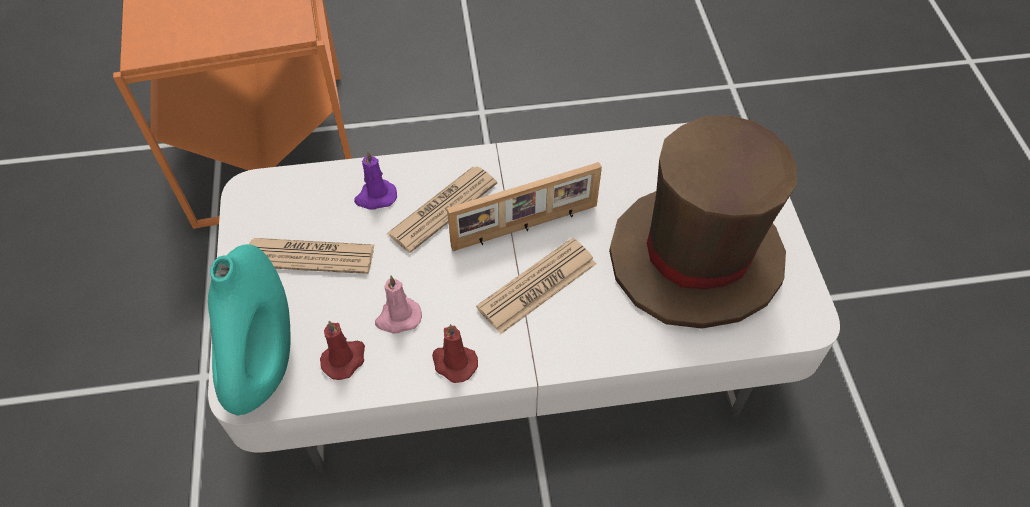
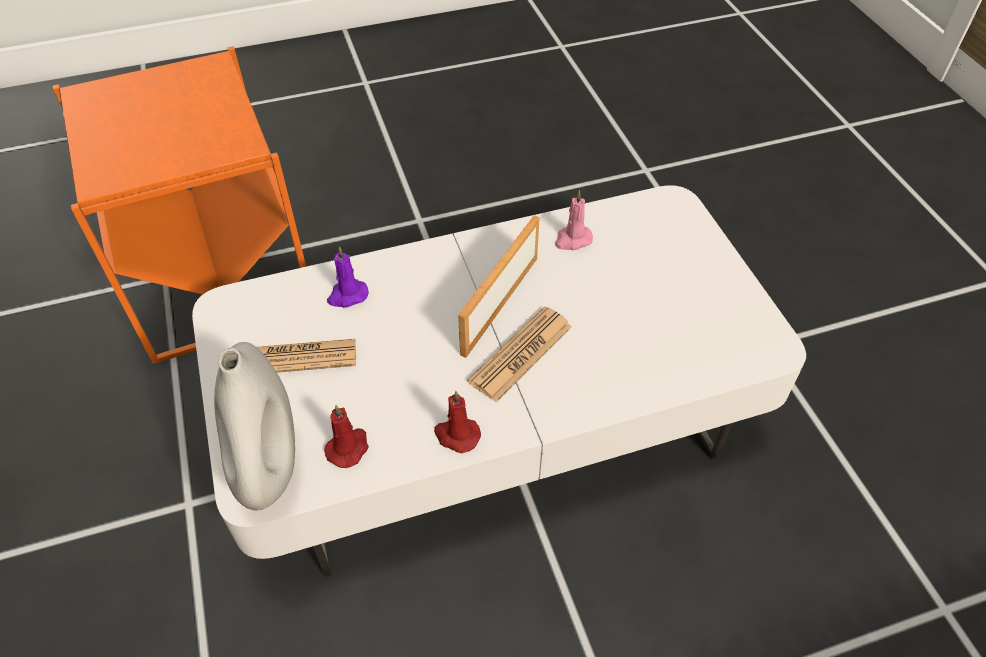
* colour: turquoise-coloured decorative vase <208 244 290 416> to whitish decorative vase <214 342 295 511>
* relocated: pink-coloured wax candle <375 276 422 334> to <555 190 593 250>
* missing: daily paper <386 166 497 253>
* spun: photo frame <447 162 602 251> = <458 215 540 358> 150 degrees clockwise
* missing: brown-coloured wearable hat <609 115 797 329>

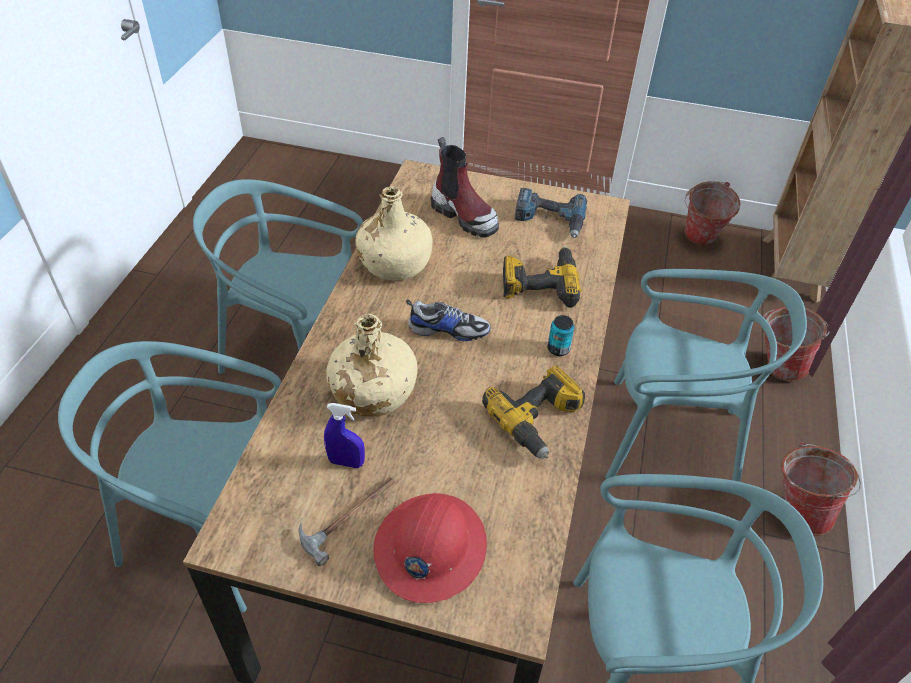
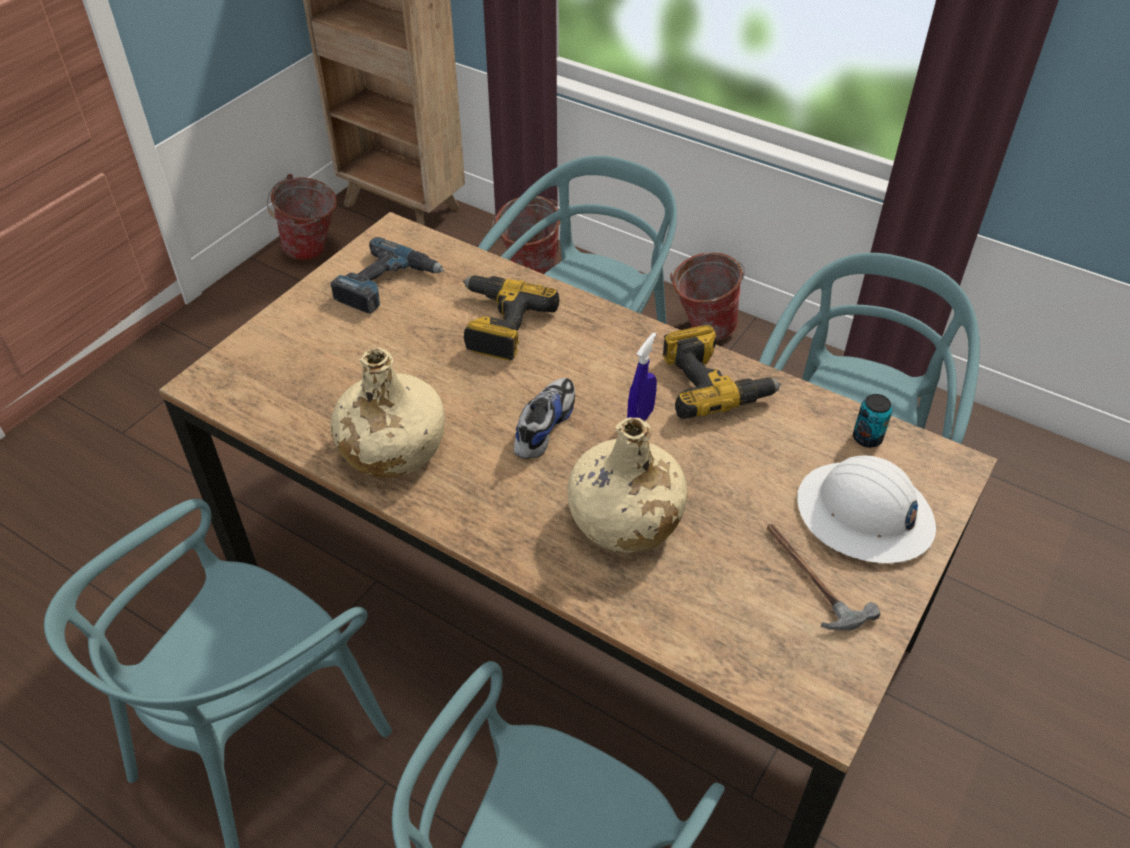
* relocated: blue-coloured sprayer <324 403 365 468> to <627 332 657 421>
* colour: red hard hat <374 493 487 603> to whitish hard hat <797 455 936 563>
* missing: boot <431 137 499 238>
* relocated: metal can <547 315 574 356> to <853 394 892 448>

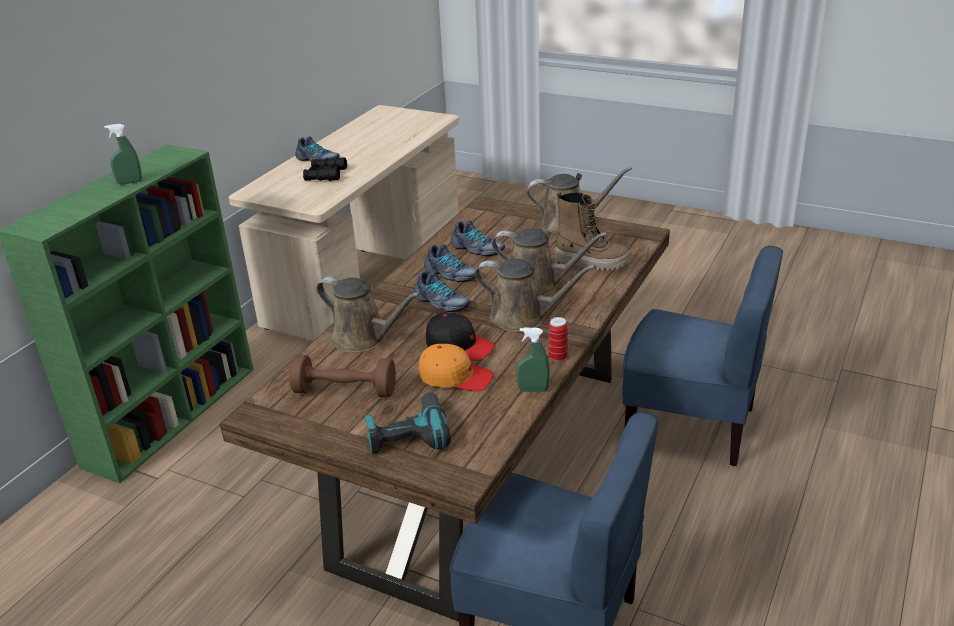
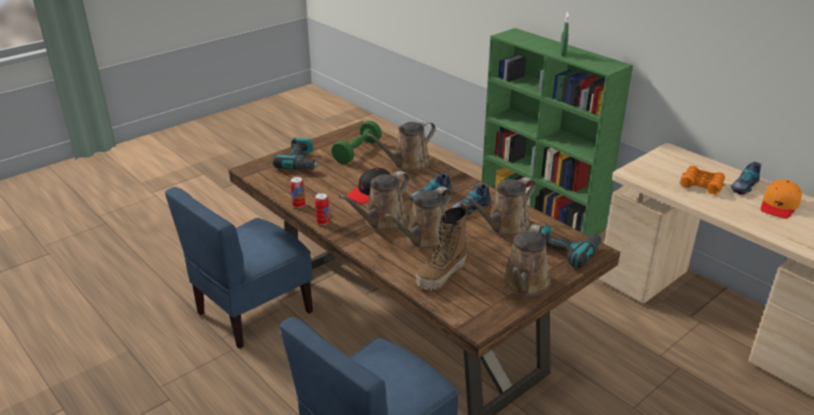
* colour: brown-coloured free weight <289 355 396 397> to green free weight <331 121 382 164>
* colour: black pair of binoculars <303 157 347 181> to orange-coloured pair of binoculars <681 166 725 195>
* relocated: orange-coloured cap <419 344 493 391> to <761 180 802 219>
* exchanged: low shoe <451 221 505 256> to brown-coloured watering pot <464 177 536 237>
* exchanged: green sprayer <516 328 550 392> to metal can <290 177 305 208>
* appeared: electric drill <541 224 602 268>

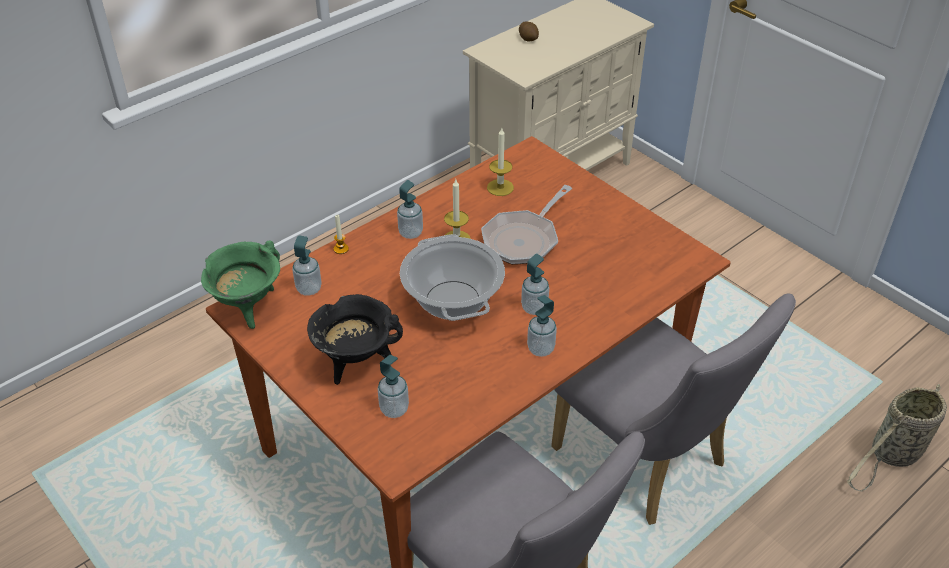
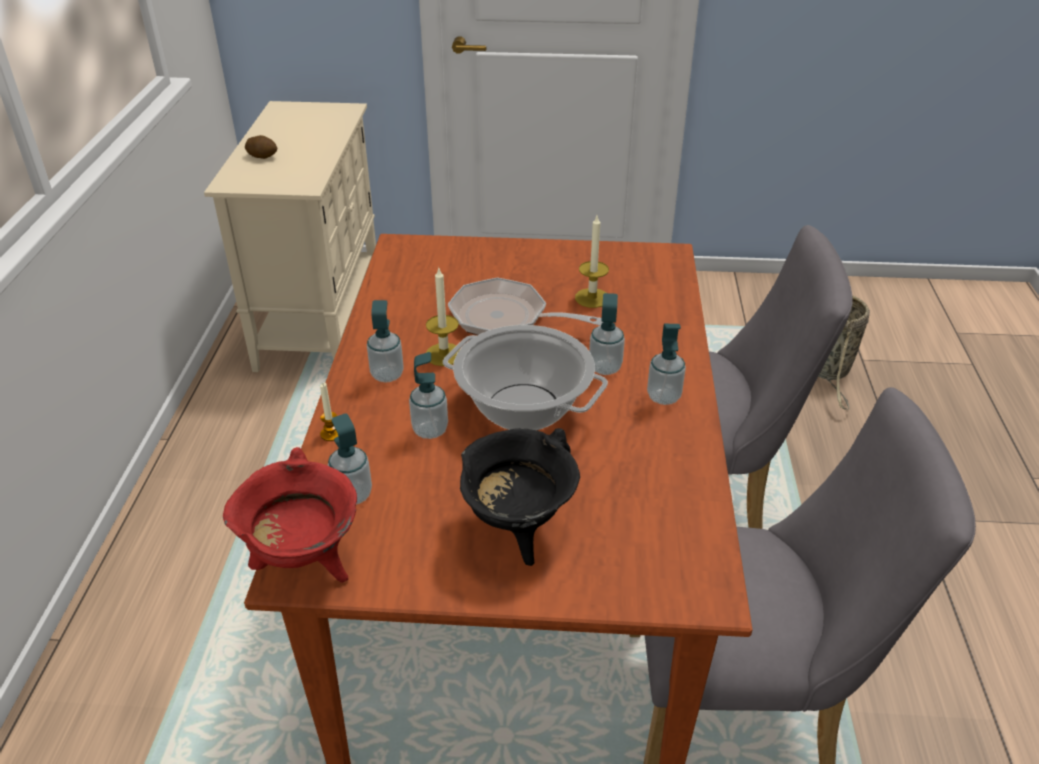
* colour: green saucepot <201 241 280 329> to red saucepot <223 447 357 583>
* relocated: soap dispenser <377 355 409 418> to <409 352 448 439>
* spun: frying pan <481 185 572 265> = <448 277 603 335> 120 degrees clockwise
* relocated: wax candle <487 128 514 196> to <575 216 609 308>

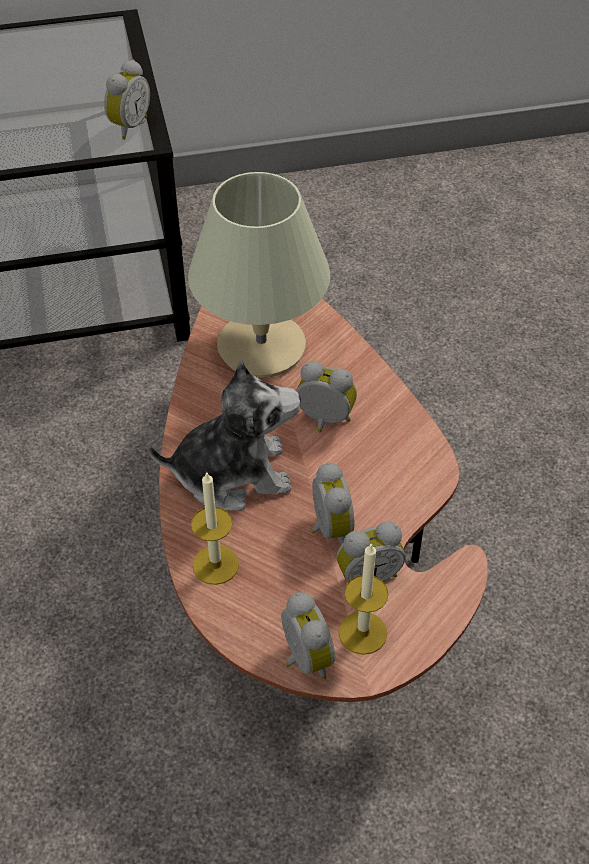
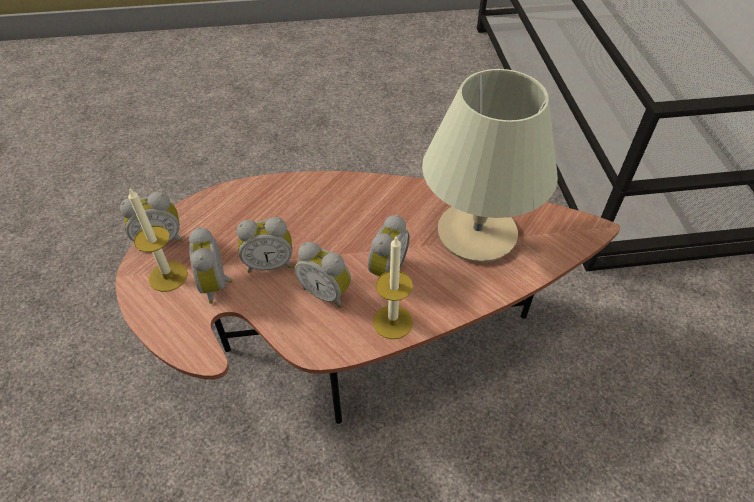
* relocated: table clock <104 60 150 140> to <295 242 351 308>
* missing: cuddly toy <149 360 301 511>
* relocated: wax candle <191 471 239 585> to <373 237 413 339>

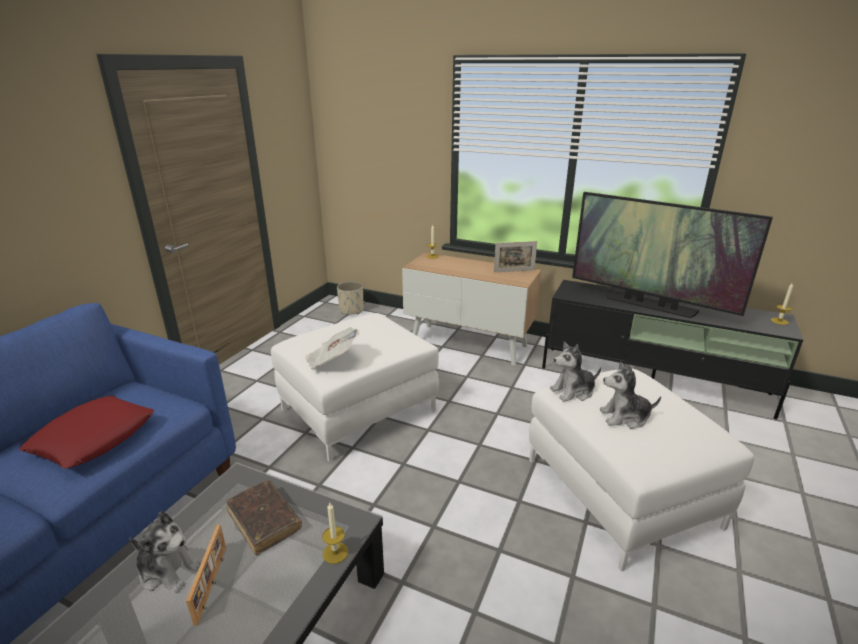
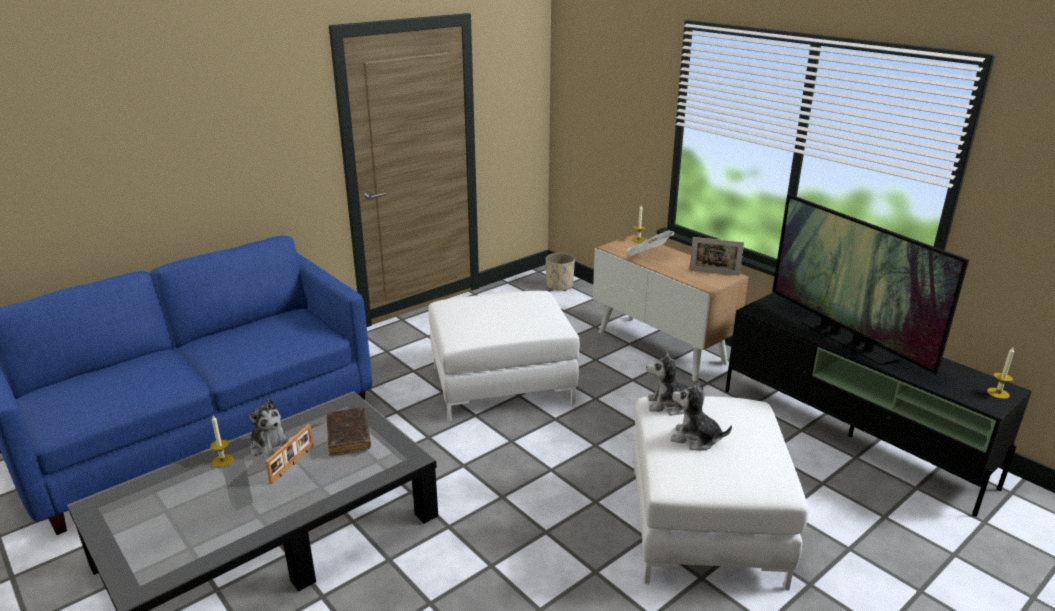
* missing: red throw pillow <19 396 154 469>
* relocated: daily paper <305 327 359 369> to <627 230 674 257>
* relocated: wax candle <322 503 348 564> to <210 416 234 467>

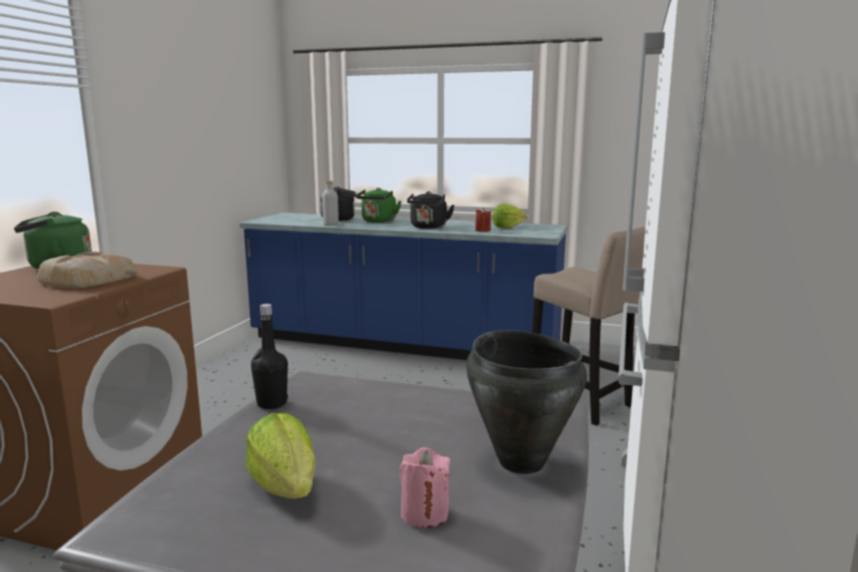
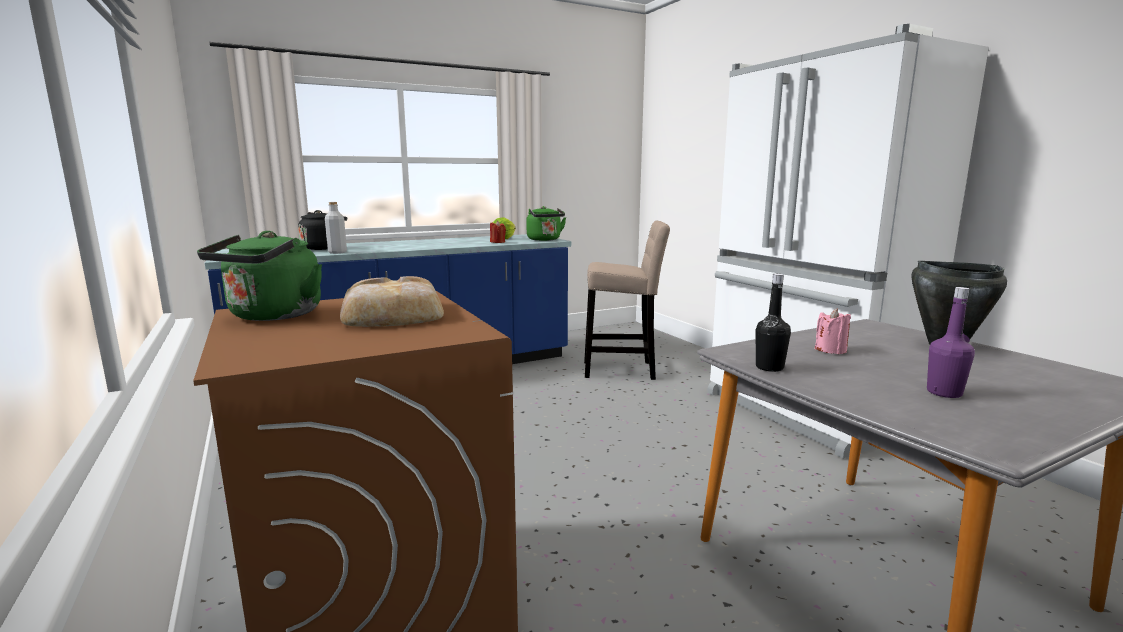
* exchanged: lettuce head <246 413 315 499> to purple-coloured bottle <927 287 975 398>
* relocated: green kettle <356 188 401 223> to <526 206 566 241>
* relocated: pink-coloured wax candle <400 447 451 528> to <815 308 851 354>
* missing: black kettle <407 191 455 229>

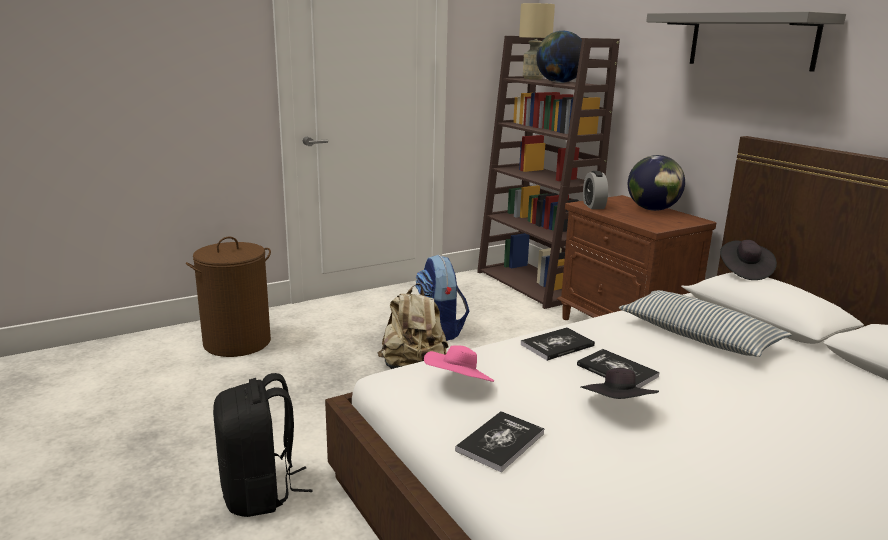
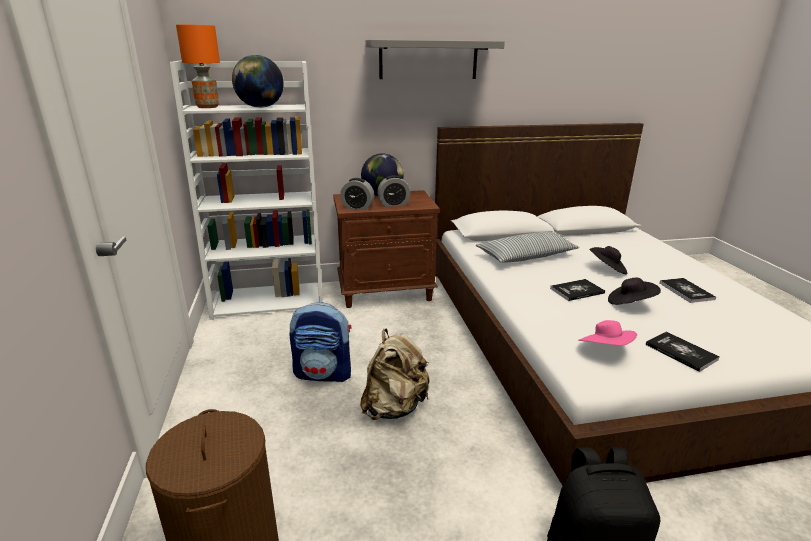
* colour: brown-coloured bookshelf <477 36 620 309> to whitish bookshelf <170 61 323 320>
* colour: beige lamp for a table <519 3 555 80> to orange-coloured lamp for a table <176 25 220 108>
* relocated: bound book <520 327 595 361> to <660 278 716 303>
* relocated: black wearable hat <720 240 777 280> to <589 246 627 274>
* appeared: table clock <377 175 410 207>

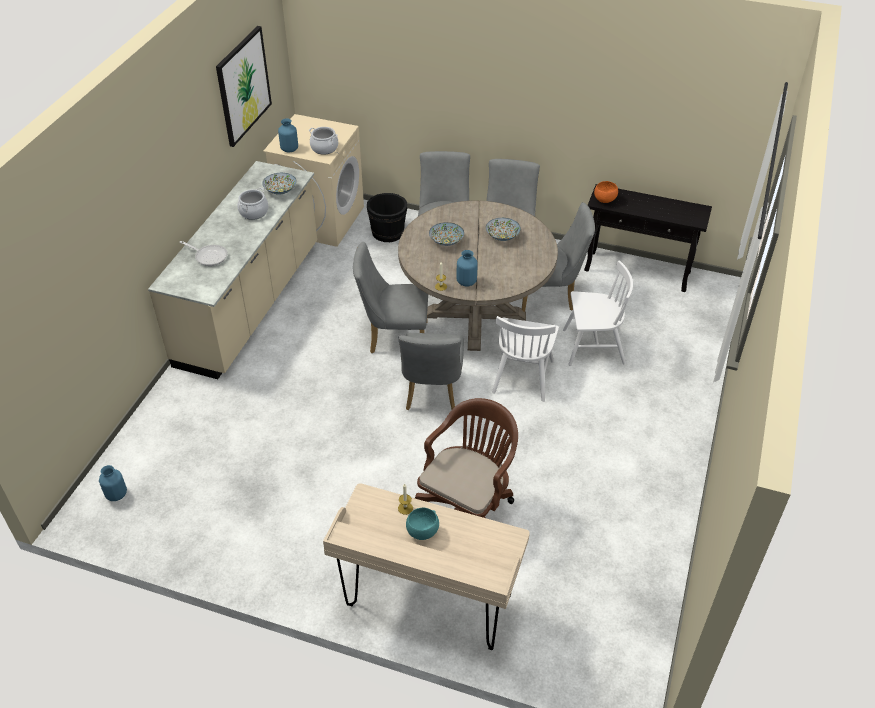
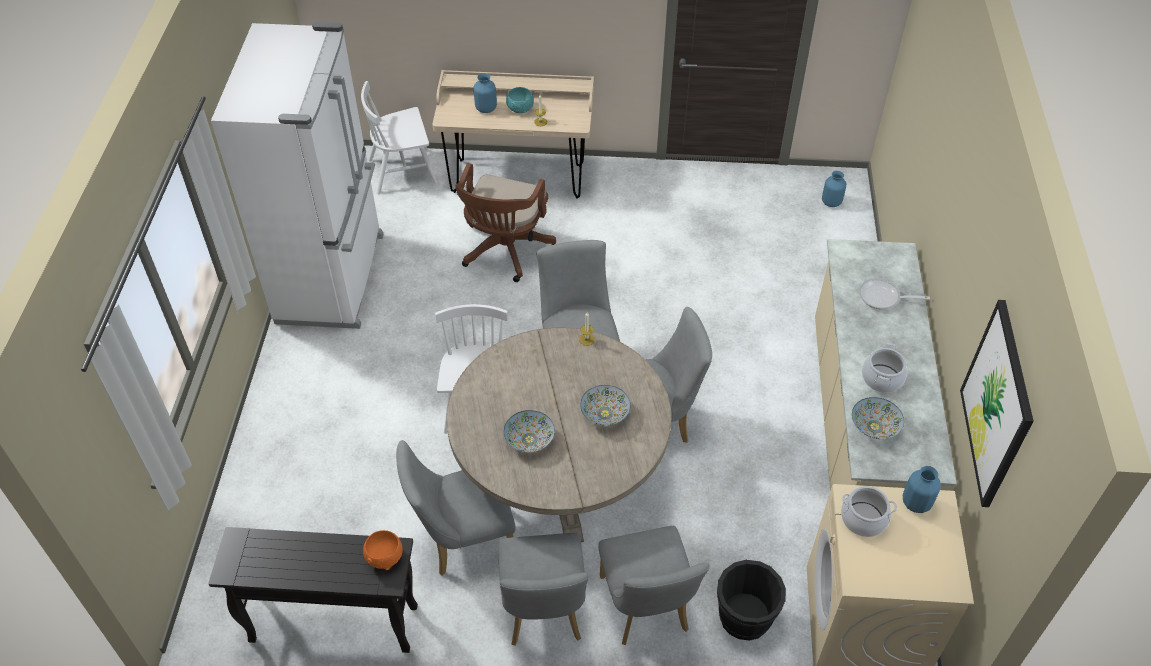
* relocated: blue-coloured decorative vase <457 250 478 286> to <473 73 497 113>
* relocated: whitish upright chair <563 261 633 366> to <361 81 438 194>
* appeared: whitish kitchen fridge <211 22 383 329>

